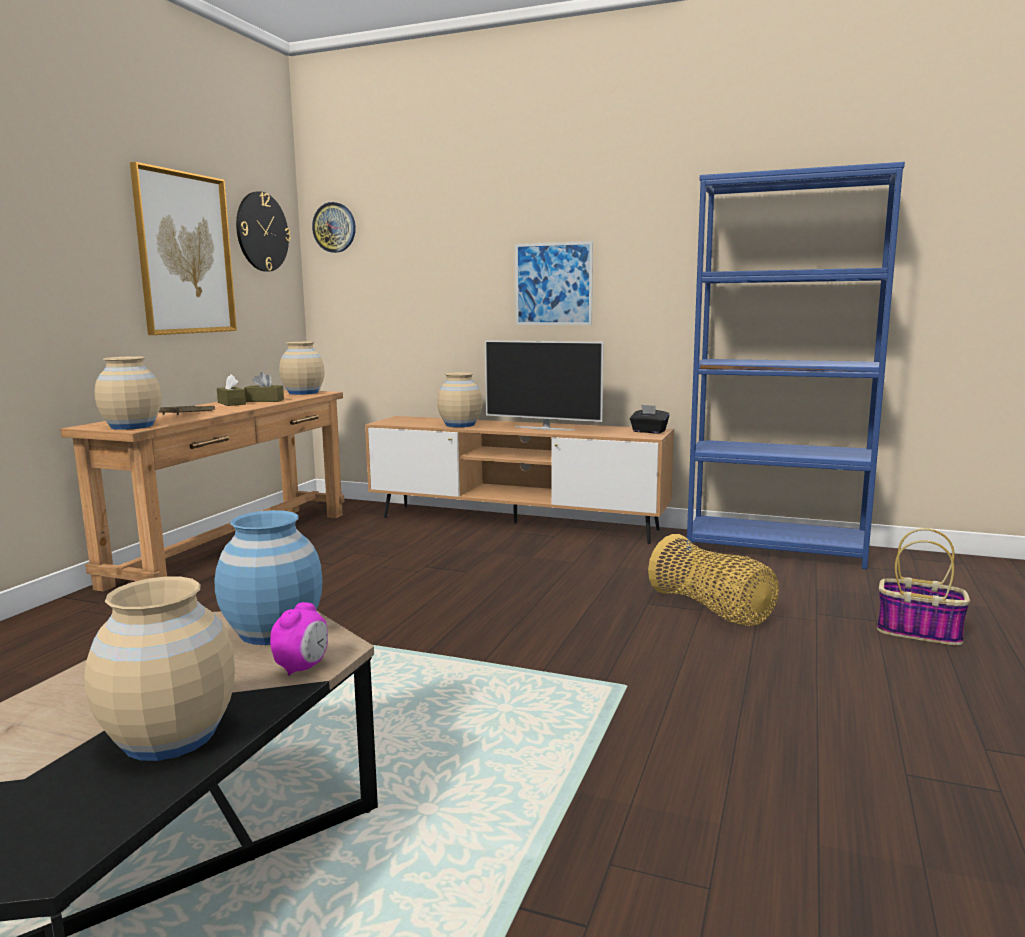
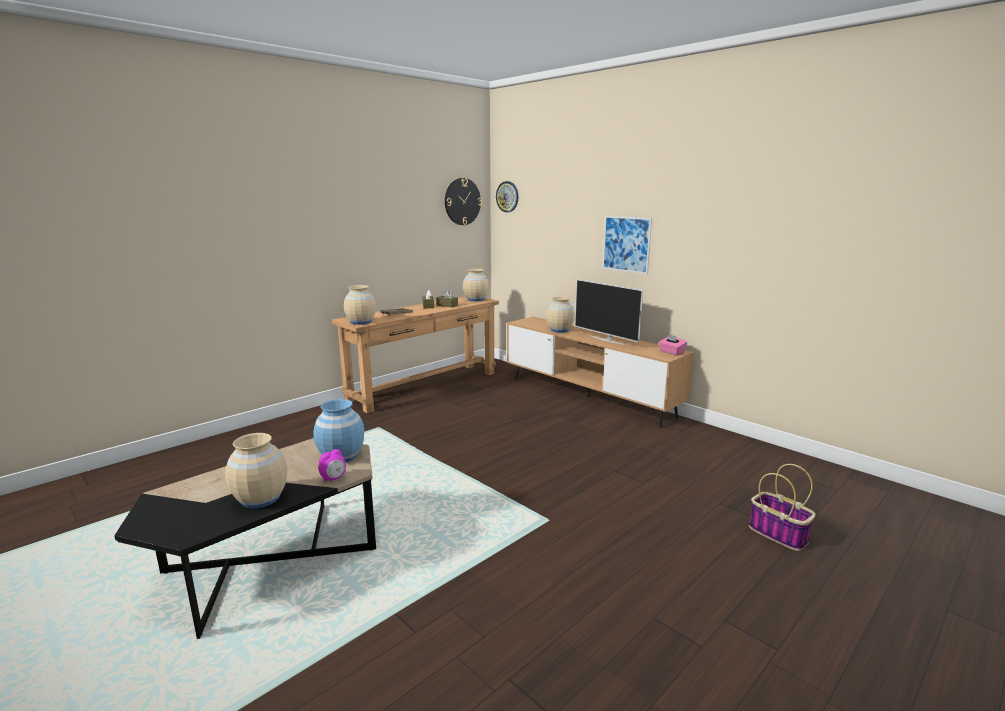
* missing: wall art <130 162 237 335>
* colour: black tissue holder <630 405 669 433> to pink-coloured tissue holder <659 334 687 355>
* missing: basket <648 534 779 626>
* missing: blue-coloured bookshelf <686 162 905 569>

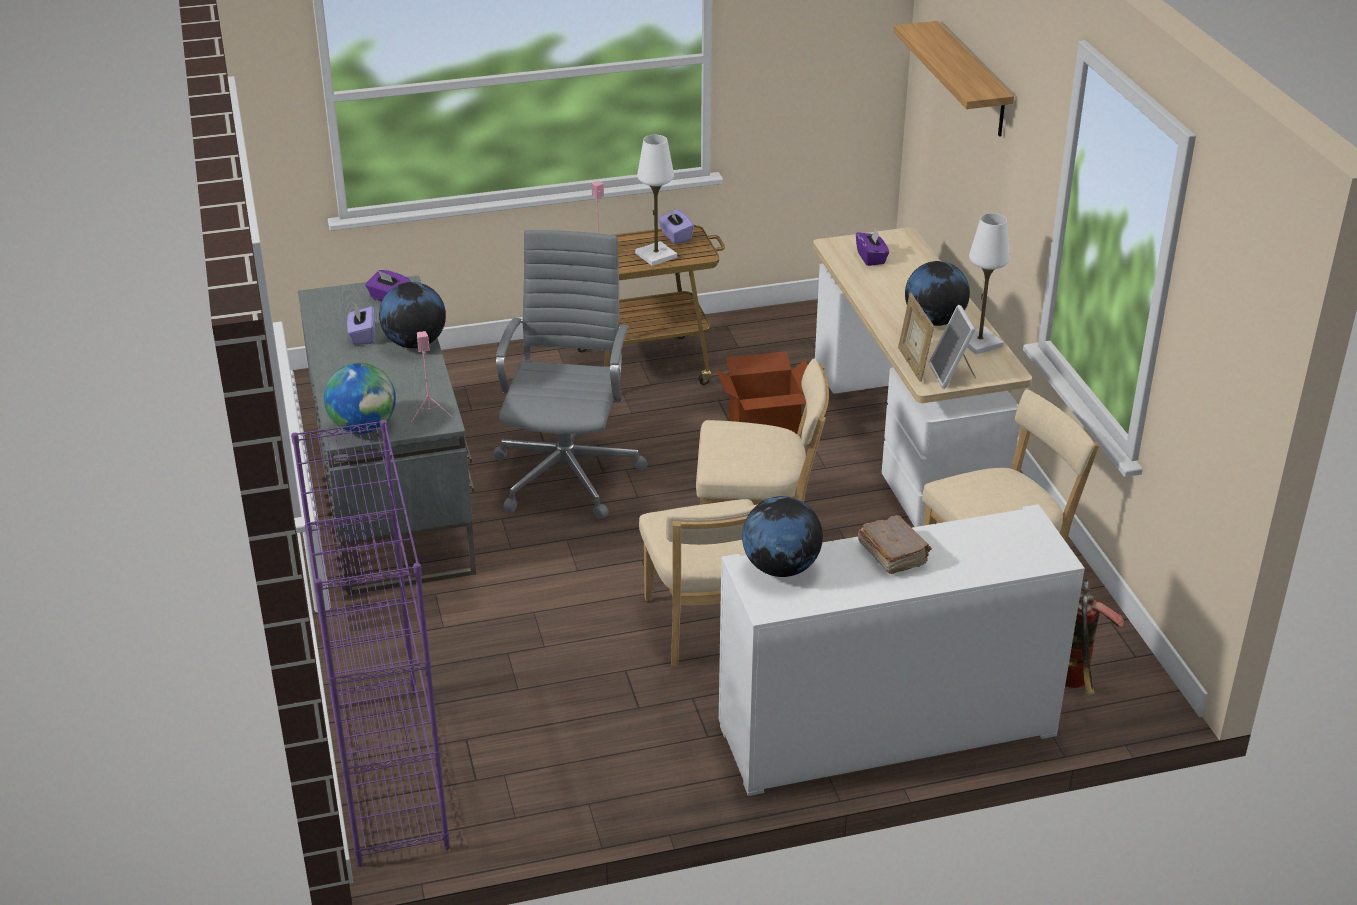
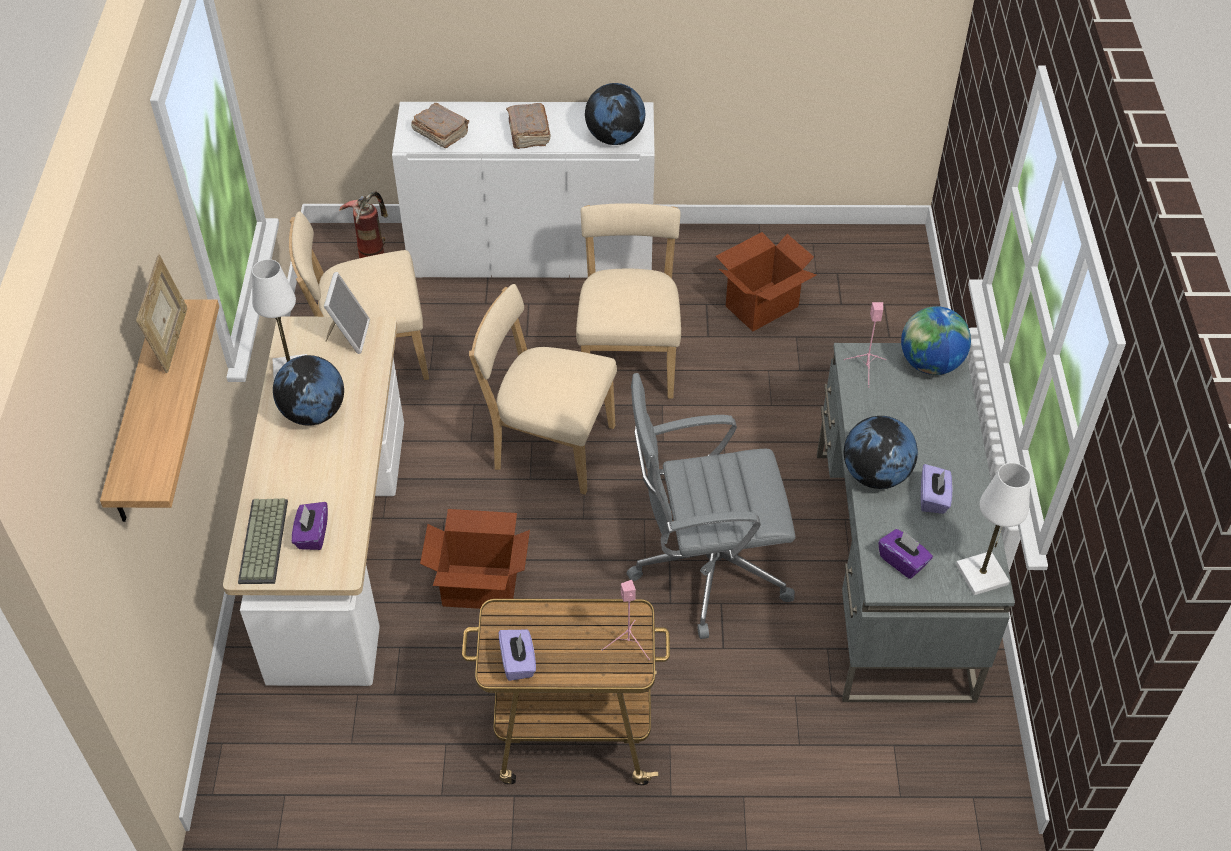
* missing: purple-coloured bookshelf <291 420 450 867>
* spun: grey desk chair <492 230 648 519> = <627 373 795 639> 60 degrees clockwise
* relocated: whitish lamp for a table <635 135 677 266> to <956 463 1031 595>
* relocated: photo frame <898 293 934 382> to <136 254 187 373>
* appeared: keyboard <238 498 288 584>
* appeared: brown-coloured bound book <411 103 469 148>
* appeared: carton <716 232 816 331>

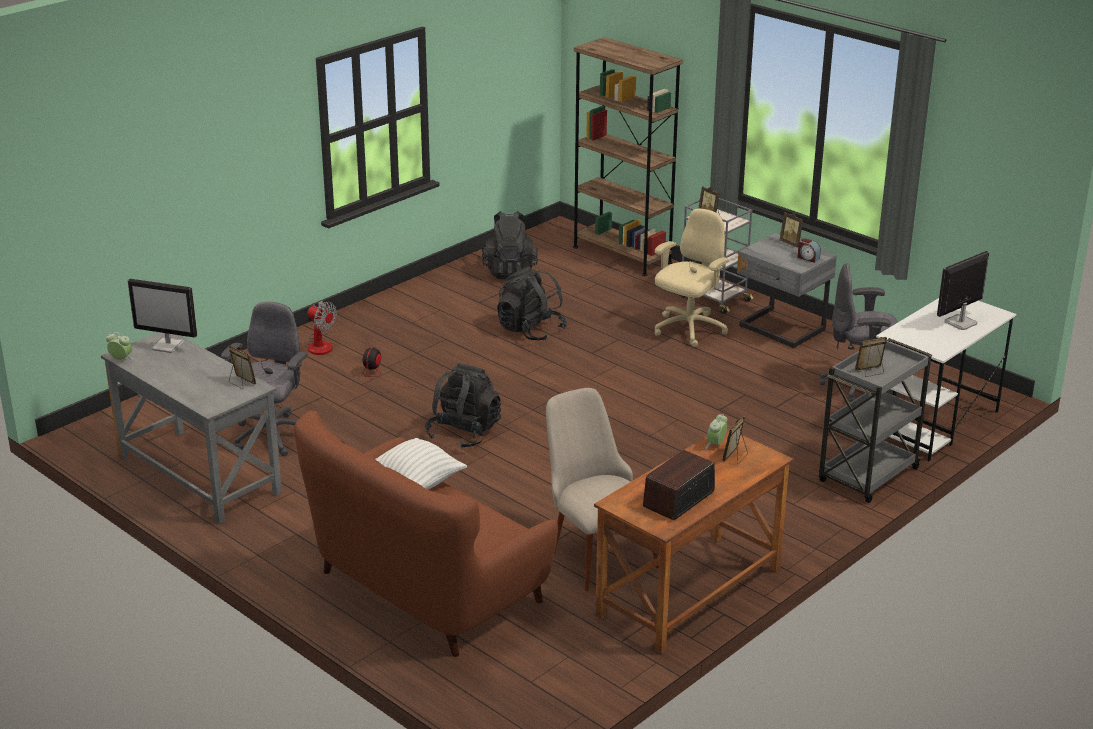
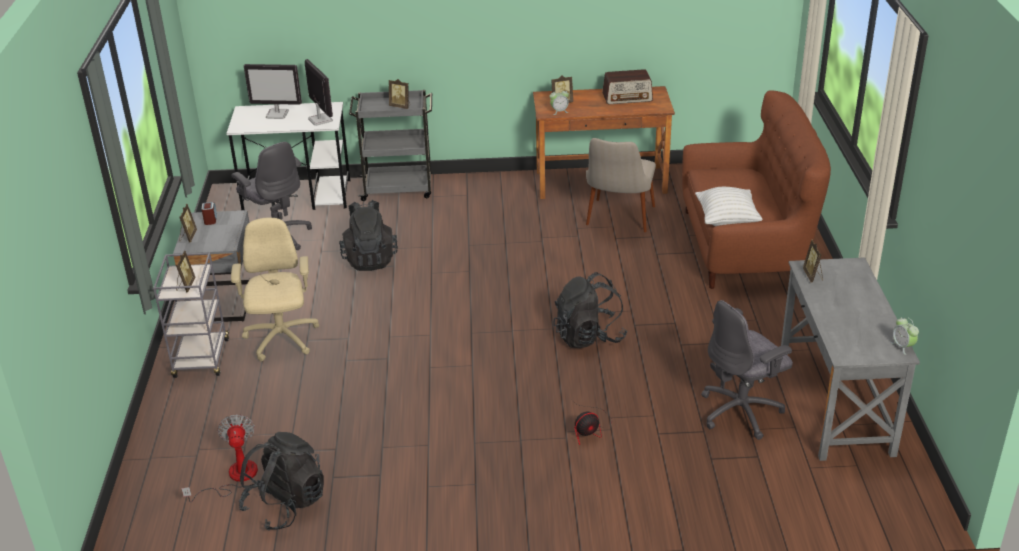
* relocated: computer screen <128 279 197 353> to <305 59 333 126>
* relocated: electric fan <306 300 337 355> to <181 414 258 503>
* relocated: black backpack <497 266 567 340> to <339 200 398 271>
* missing: brown-coloured bookshelf <573 37 683 276>
* spun: beige desk chair <654 209 730 347> = <231 218 319 362> 90 degrees clockwise

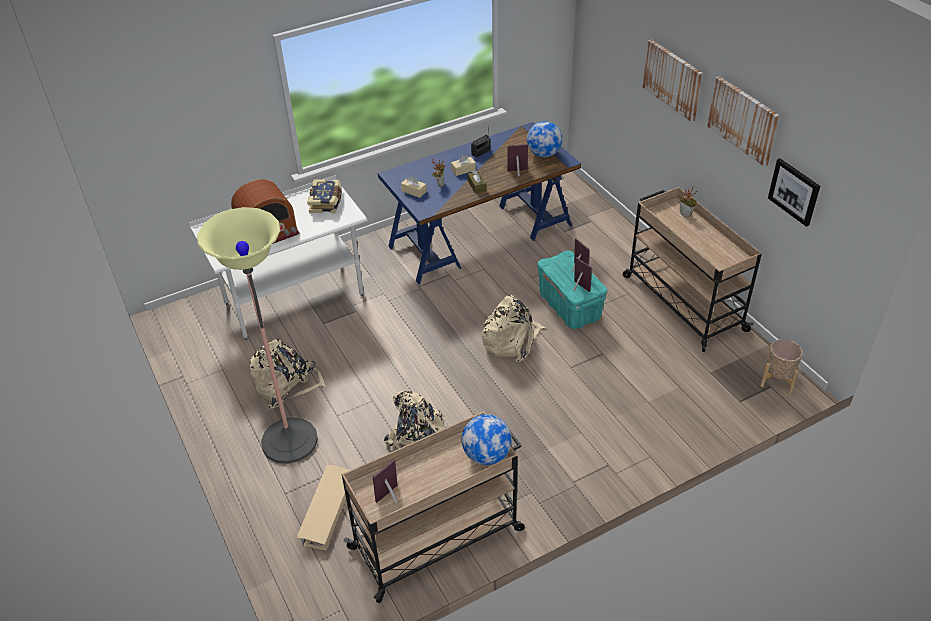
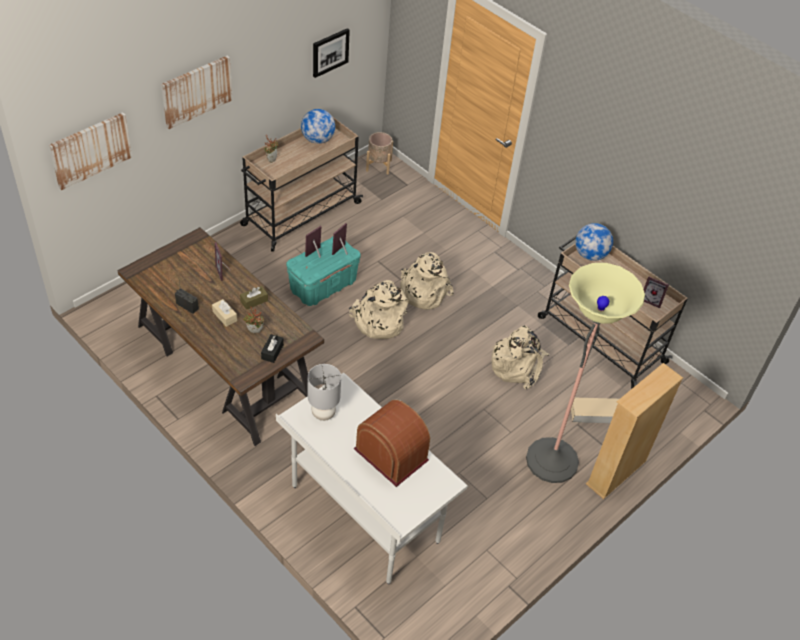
* relocated: beige backpack <250 339 326 408> to <400 252 454 310>
* exchanged: bound book <307 179 342 213> to grey lamp for a table <308 364 341 421>
* colour: blue-coloured desk unit <378 122 581 285> to brown-coloured desk unit <117 227 324 446>
* colour: beige tissue holder <401 176 427 198> to black tissue holder <261 334 284 363>
* relocated: globe <527 121 562 157> to <301 109 335 144>
* relocated: wall art <707 76 779 166> to <49 112 132 190>
* appeared: beige bookshelf <586 363 683 499>

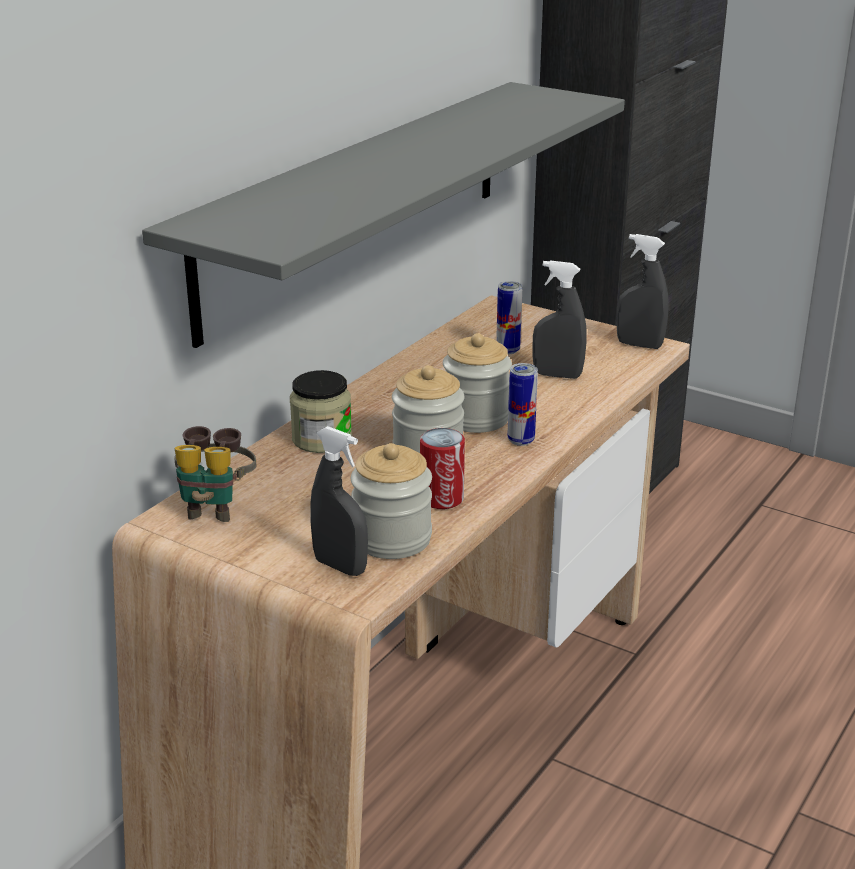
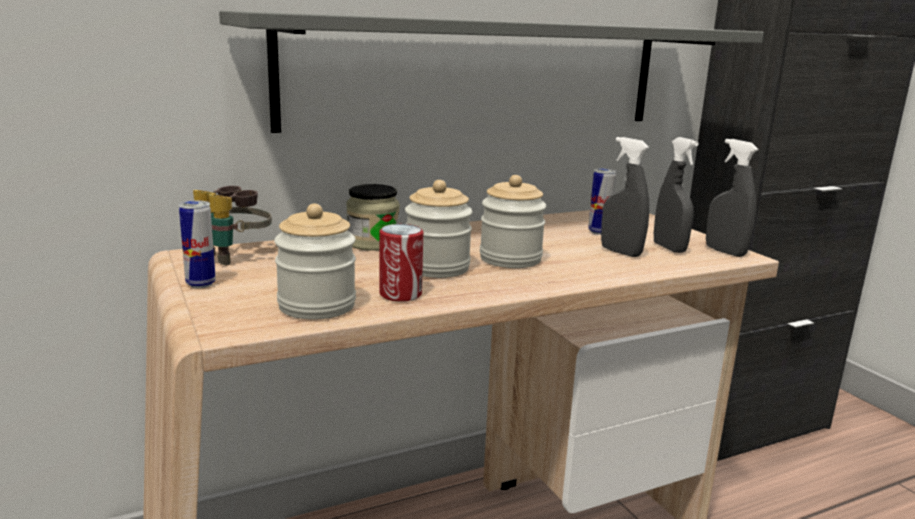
* relocated: grey sprayer <310 426 368 576> to <654 137 699 253>
* relocated: metal can <507 363 538 446> to <179 201 216 288>

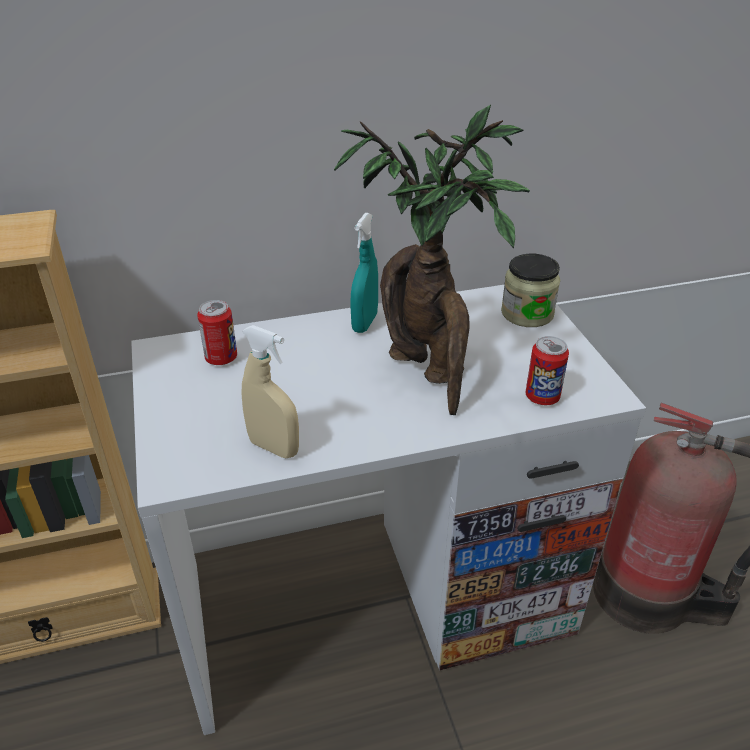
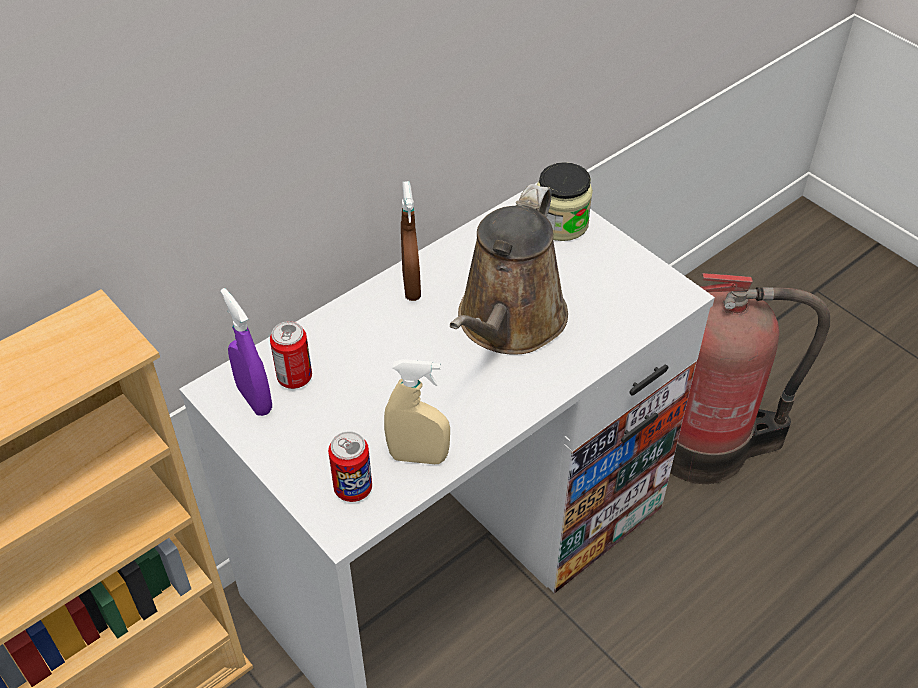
* exchanged: plant in a pot <334 105 530 415> to brown-coloured watering pot <450 184 568 355>
* colour: turquoise-coloured sprayer <351 213 378 333> to brown-coloured sprayer <401 181 421 301>
* relocated: metal can <525 336 569 405> to <328 431 372 502>
* appeared: purple-coloured sprayer <221 288 272 416>

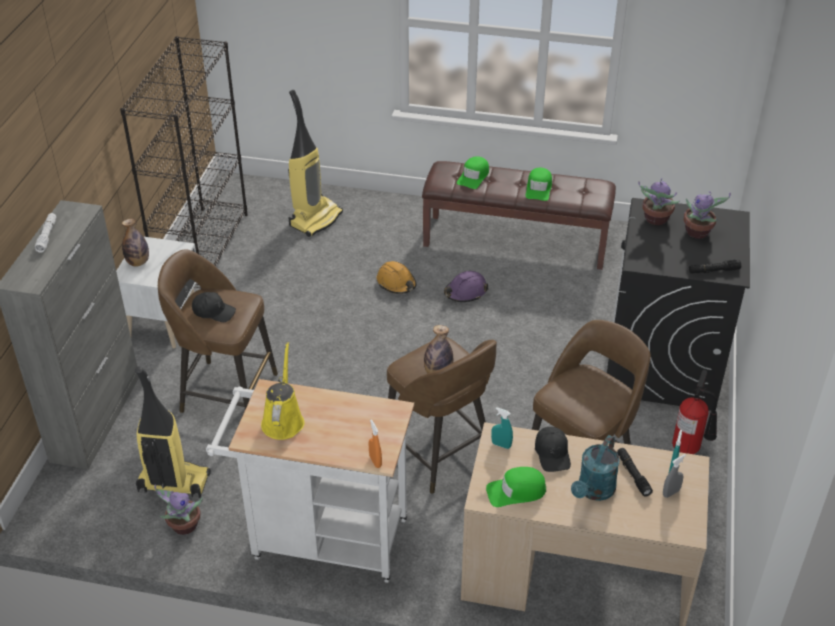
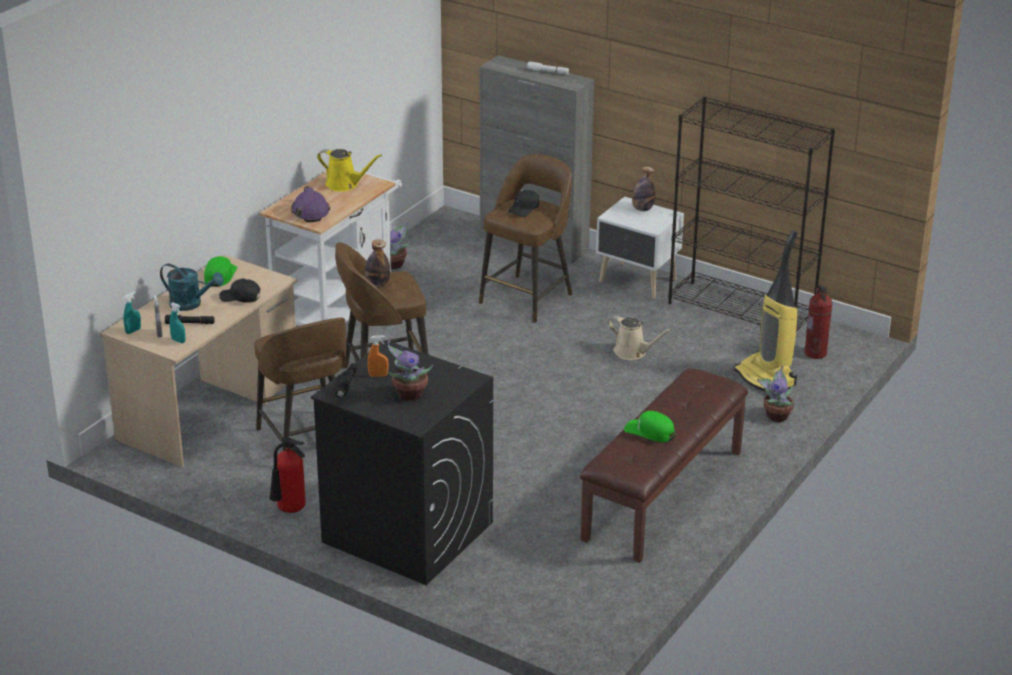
* missing: vacuum cleaner <135 367 211 498>
* relocated: orange-coloured sprayer <368 419 382 468> to <368 335 388 377>
* missing: orange-coloured hard hat <377 261 417 294>
* relocated: purple-coloured hard hat <444 271 488 302> to <291 186 330 222>
* missing: green cap <457 156 489 189>
* relocated: turquoise-coloured sprayer <491 407 513 449> to <123 292 141 334>
* spun: turquoise-coloured watering pot <571 435 620 501> = <160 264 224 311> 150 degrees clockwise
* relocated: plant in a pot <638 178 680 225> to <757 366 795 422>
* appeared: beige watering pot <608 316 672 360>
* appeared: fire extinguisher <805 285 832 359>

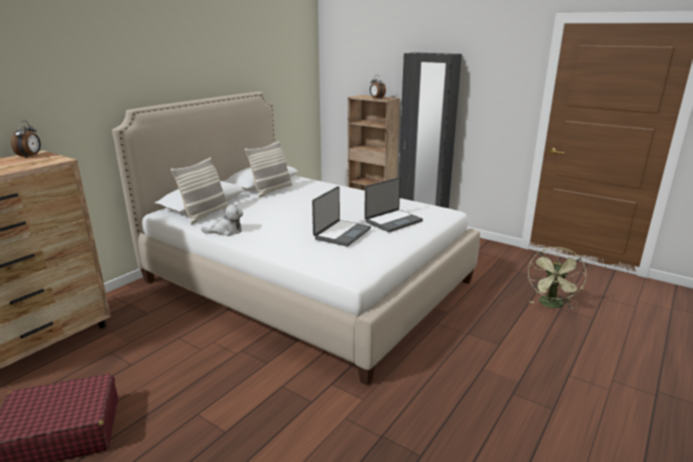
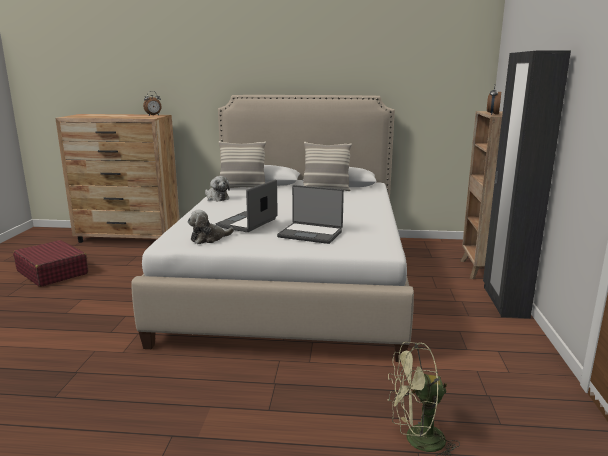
* spun: portable computer <312 186 371 247> = <216 180 278 232> 120 degrees clockwise
* appeared: cuddly toy <188 210 234 244>

